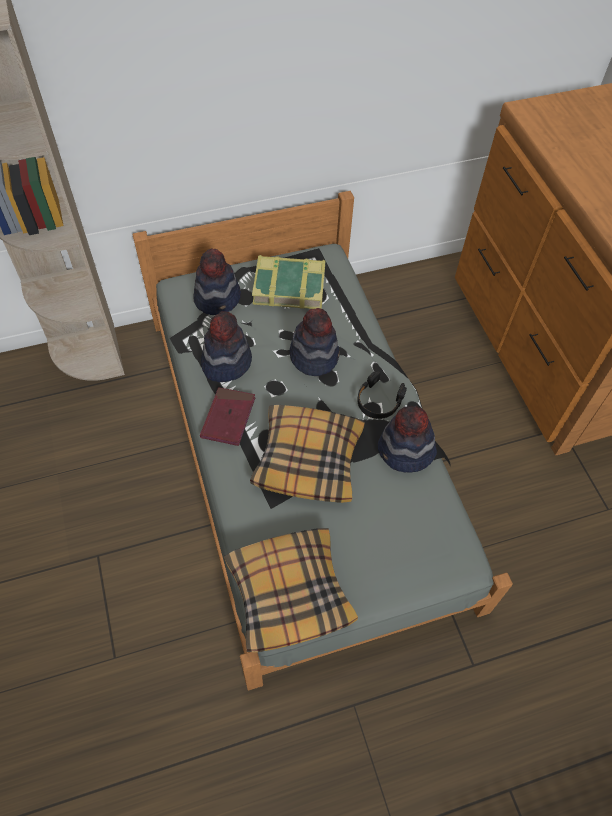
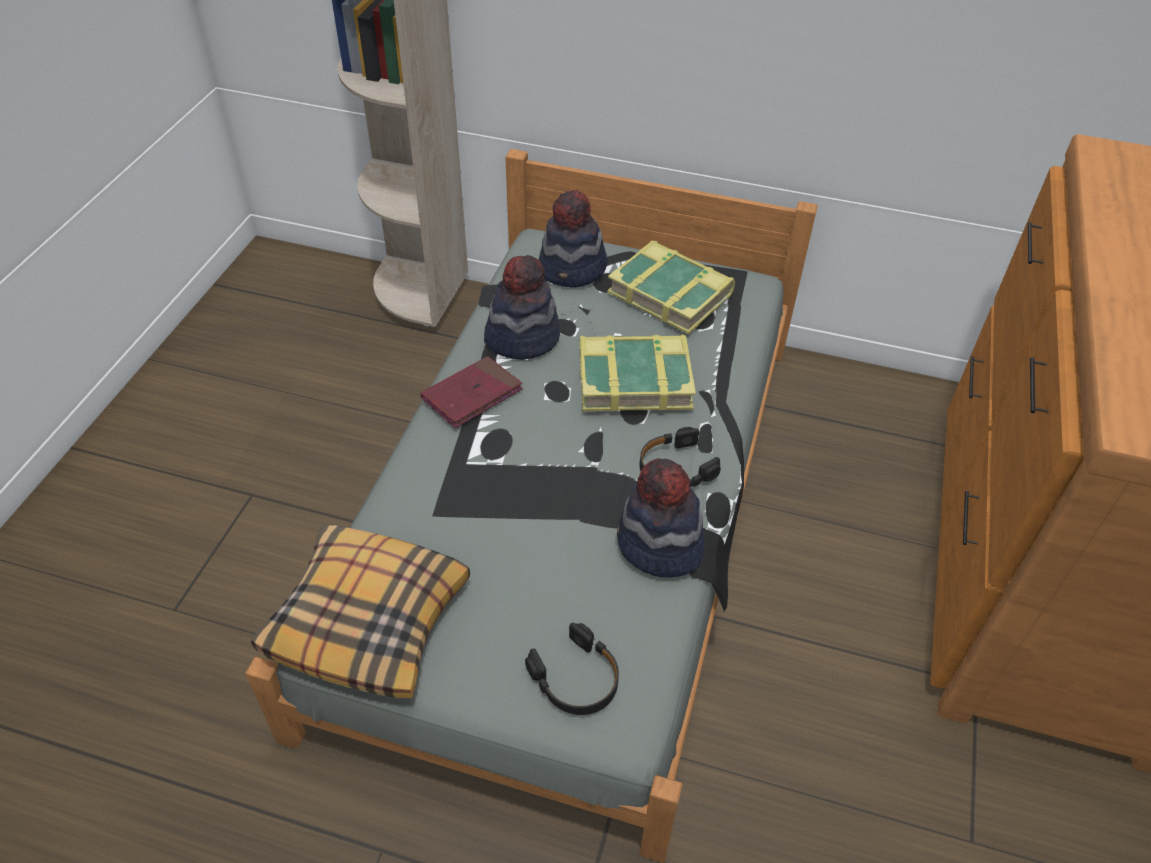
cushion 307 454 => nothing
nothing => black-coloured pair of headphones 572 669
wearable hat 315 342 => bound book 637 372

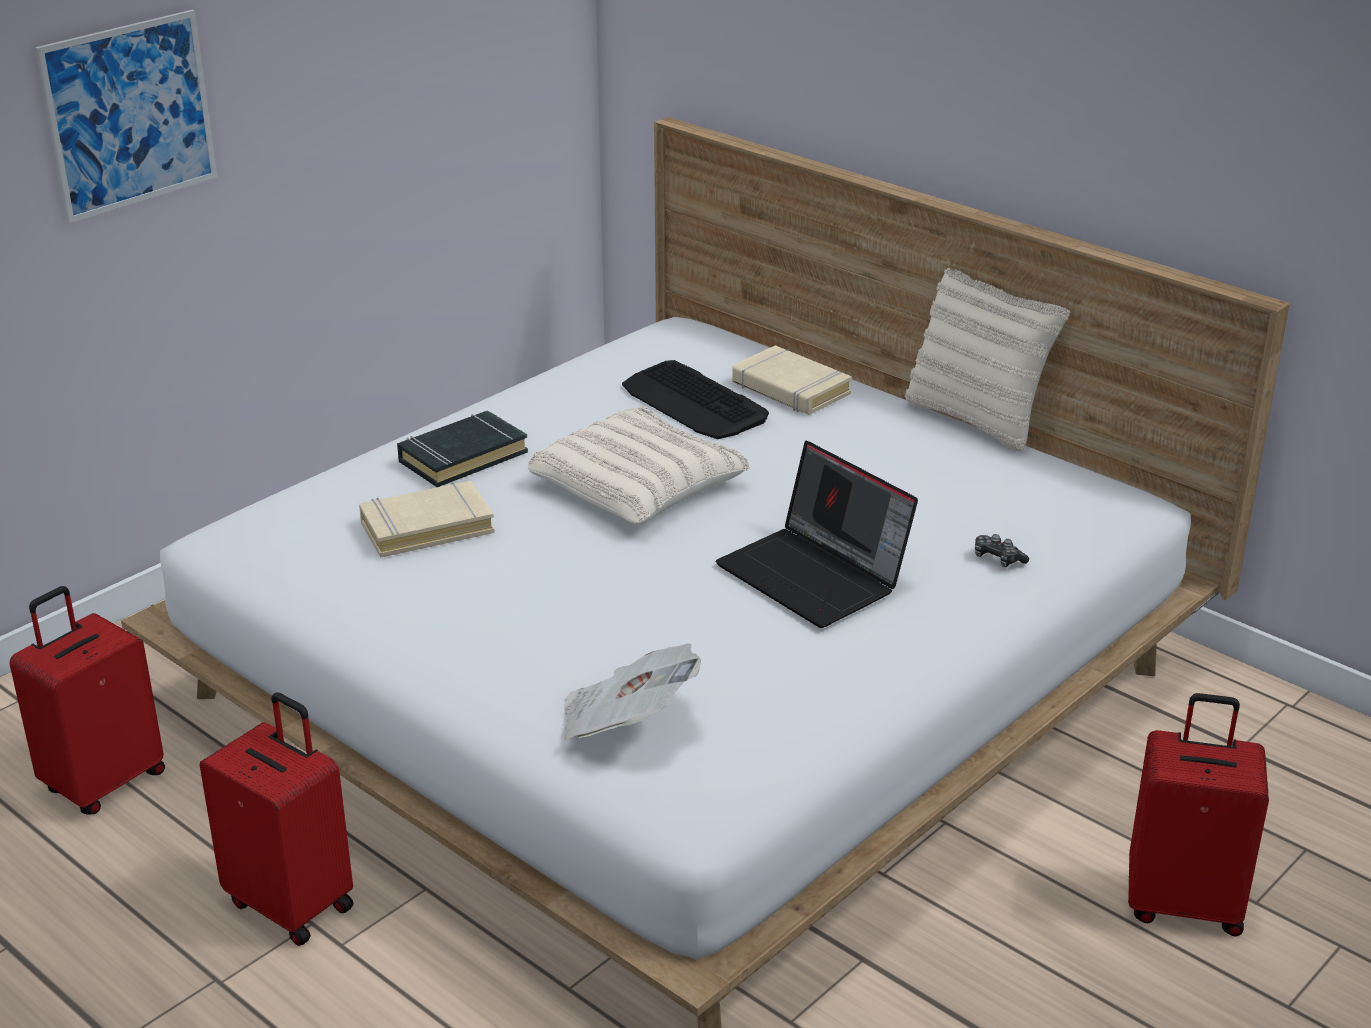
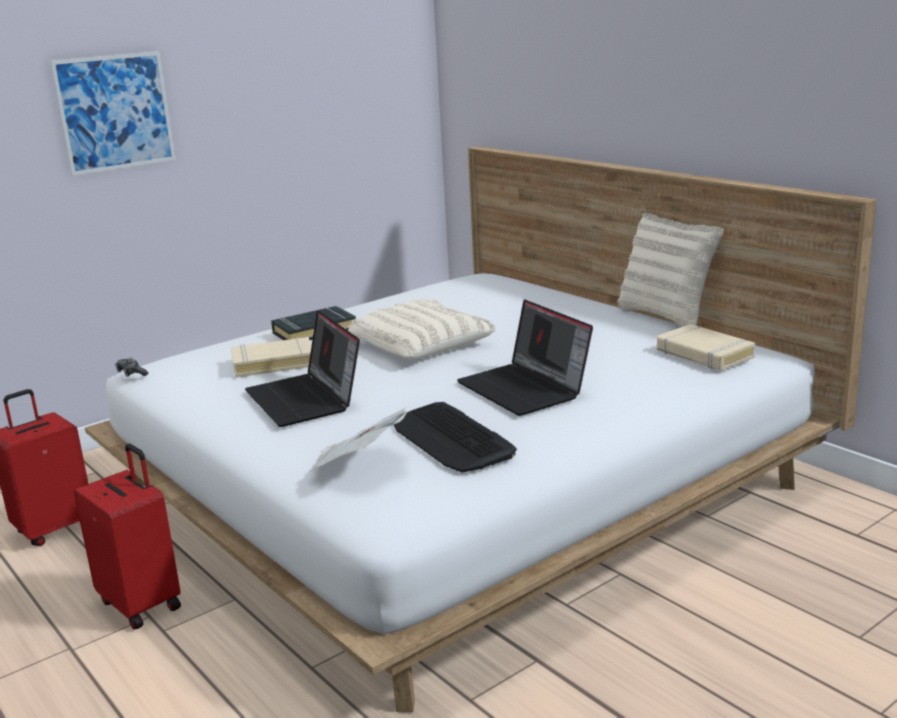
red suitcase 1198 814 => nothing
nothing => notebook computer 302 368
computer keyboard 695 399 => computer keyboard 455 437, moved
beige bound book 792 380 => beige bound book 706 347, moved
gamepad 1002 550 => gamepad 132 367, moved

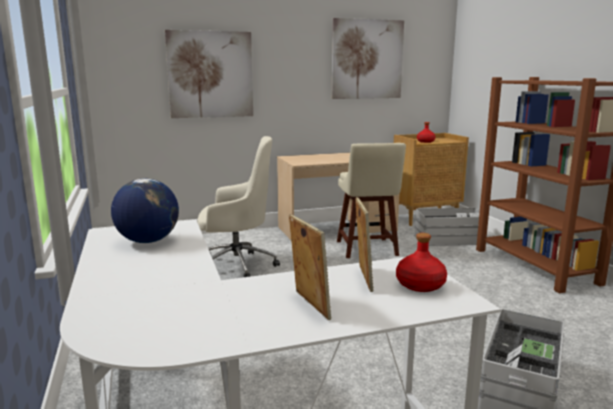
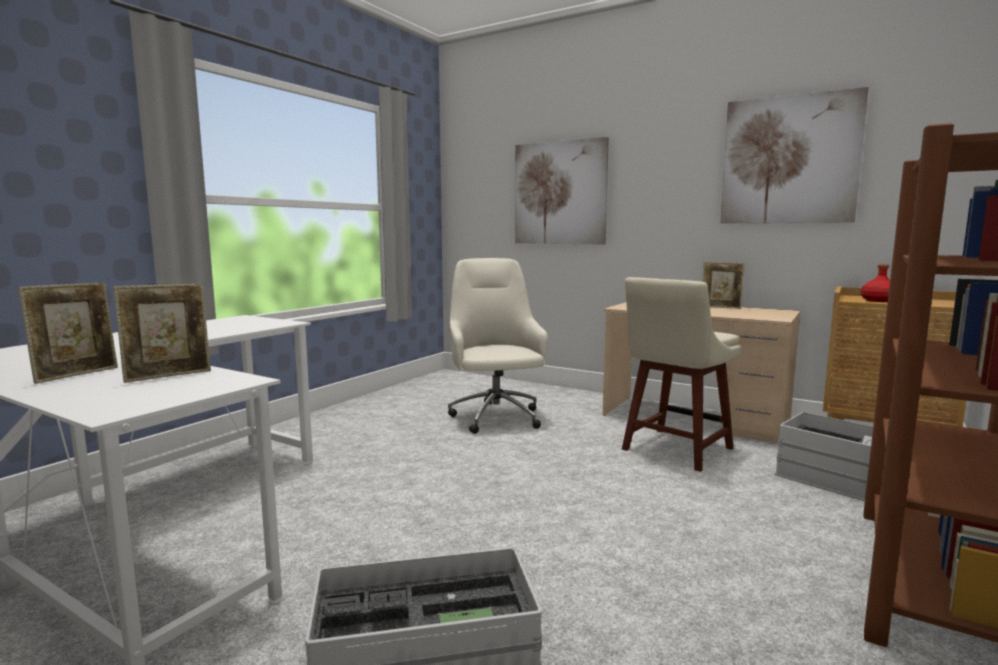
globe 145 211 => nothing
red drink bottle 421 262 => nothing
nothing => picture frame 723 285
beige desk chair 238 206 => beige desk chair 498 346, 150 degrees counterclockwise

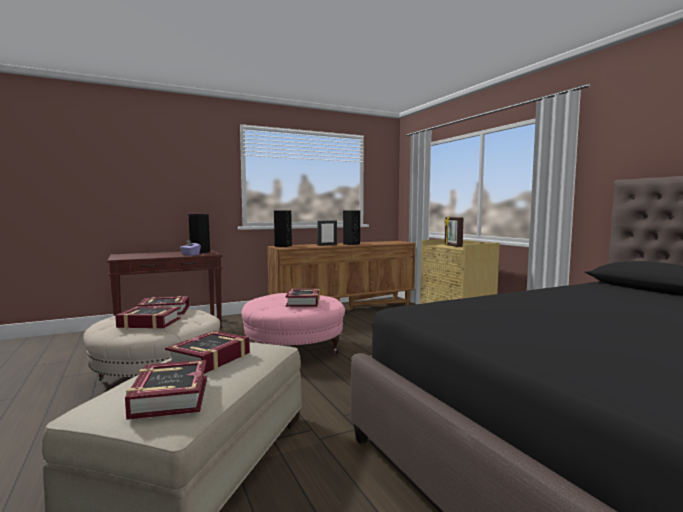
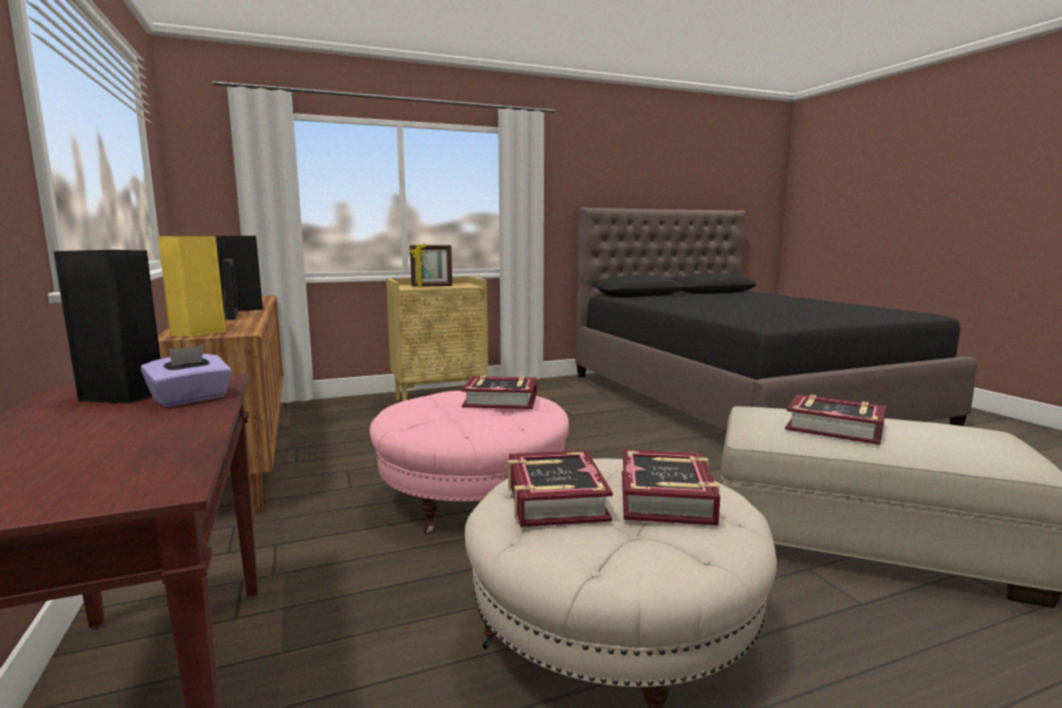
bound book 166 390 => nothing
black-coloured loudspeaker 283 229 => yellow loudspeaker 192 286

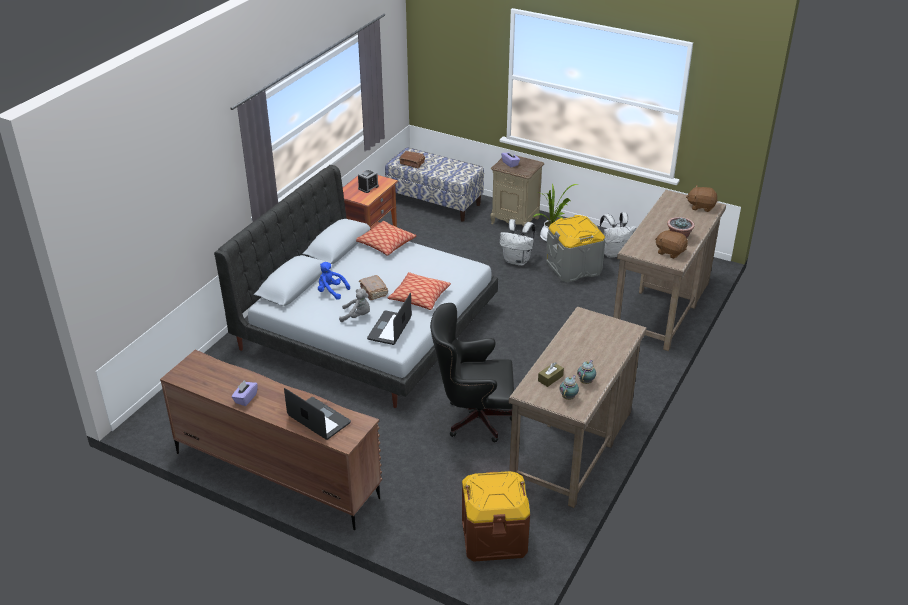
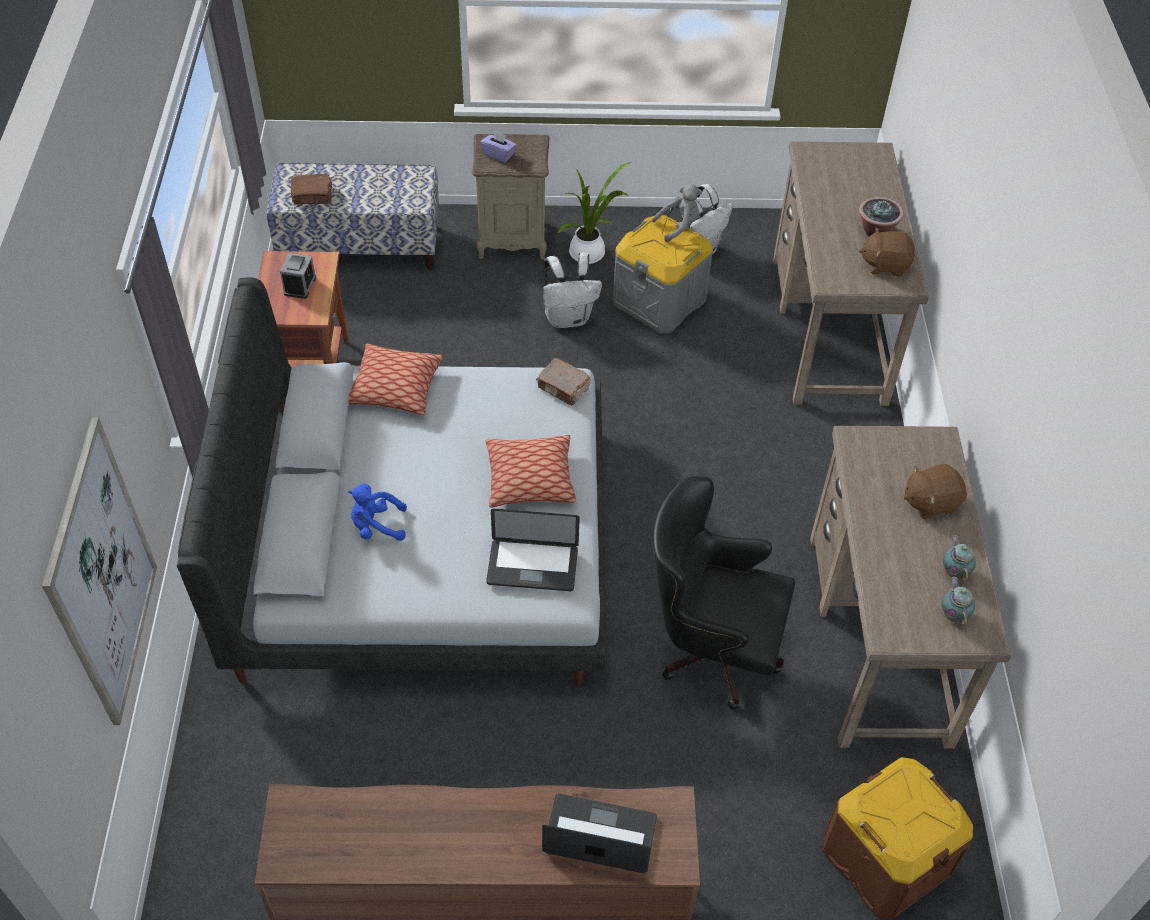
purple-coloured box of tissues 244 393 => nothing
brown-coloured box of tissues 551 374 => nothing
nothing => picture 99 571
gray plush toy 354 305 => gray plush toy 677 213, moved
brown-coloured bound book 373 287 => brown-coloured bound book 563 382, moved
brown-coloured plush toy 702 198 => brown-coloured plush toy 935 492, moved
notebook computer 389 319 => notebook computer 533 550, 75 degrees counterclockwise
black-coloured desk chair 472 372 => black-coloured desk chair 724 593, 45 degrees clockwise

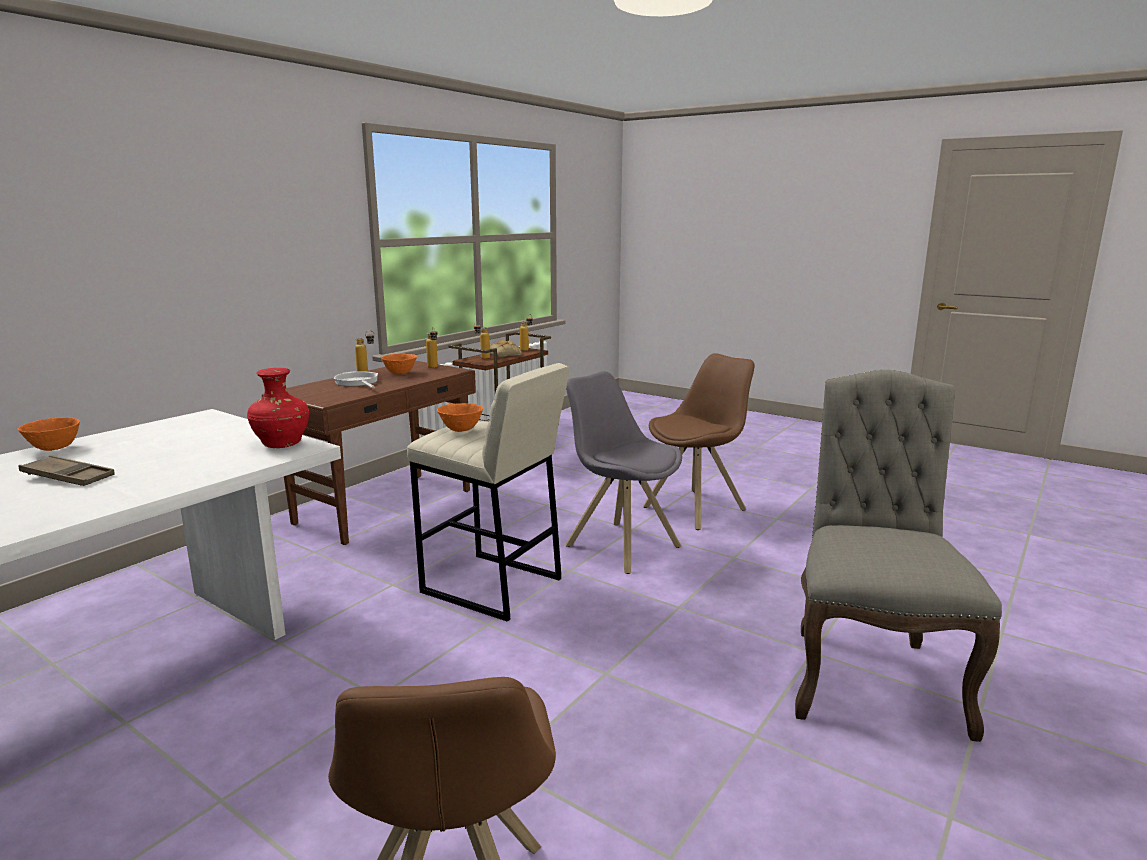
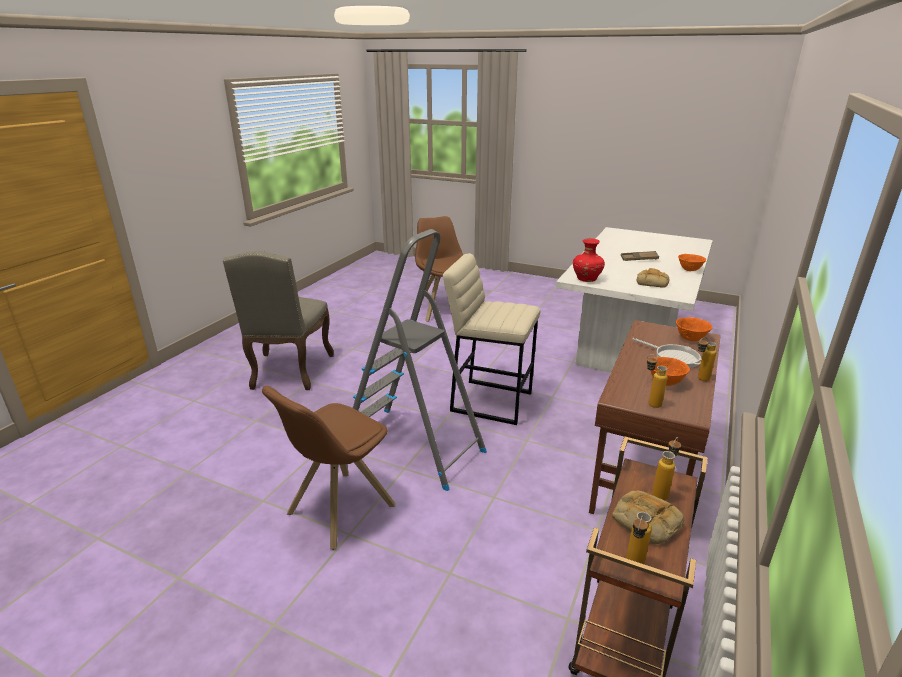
nothing => baked bread 653 278
orangey serving bowl 460 417 => orangey serving bowl 694 329, moved
gray chair 624 472 => gray step stool 420 360

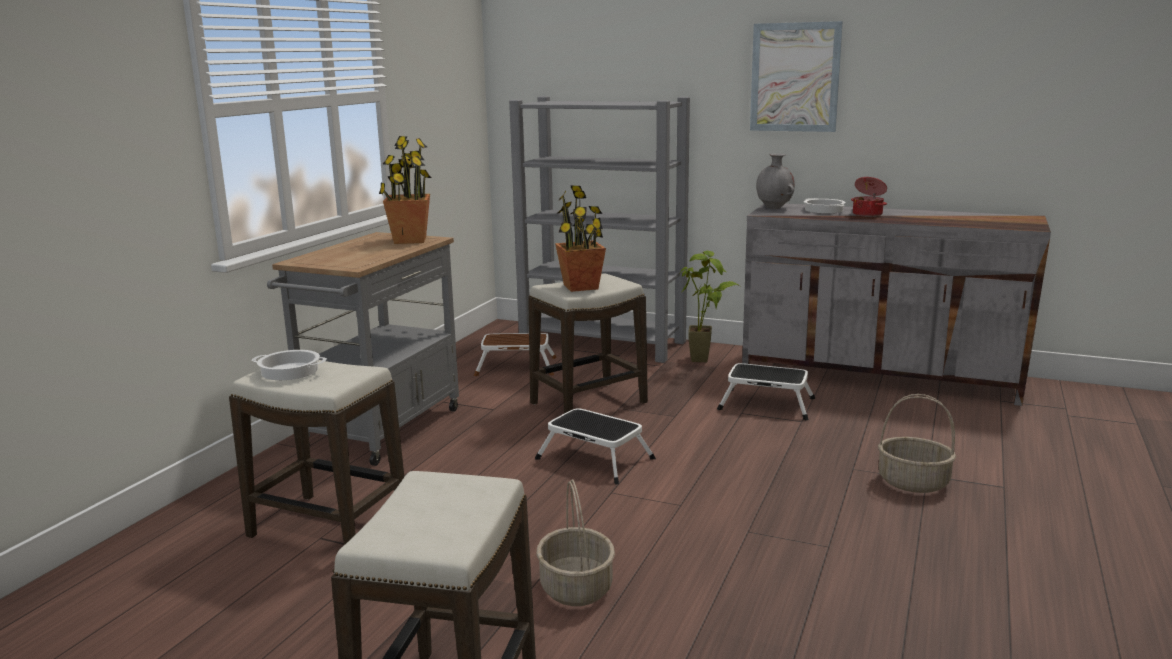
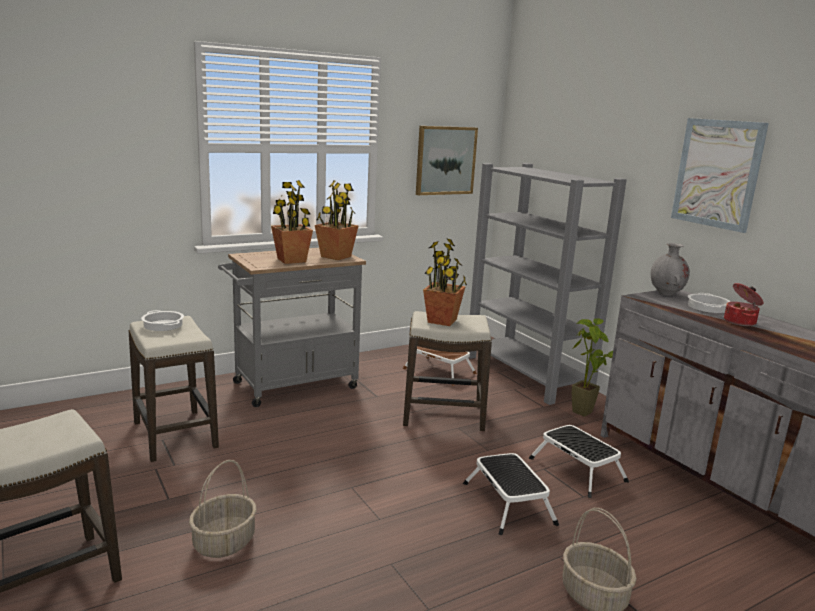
nothing => houseplant 292 222
nothing => picture 447 160
black-coloured step stool 595 446 => black-coloured step stool 511 494, moved

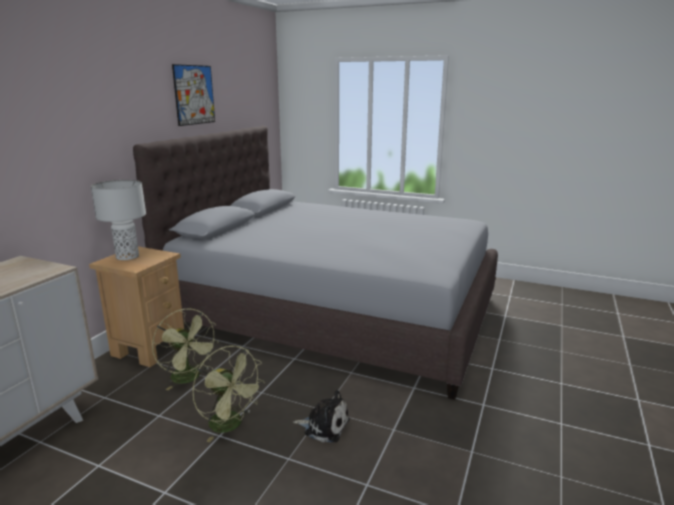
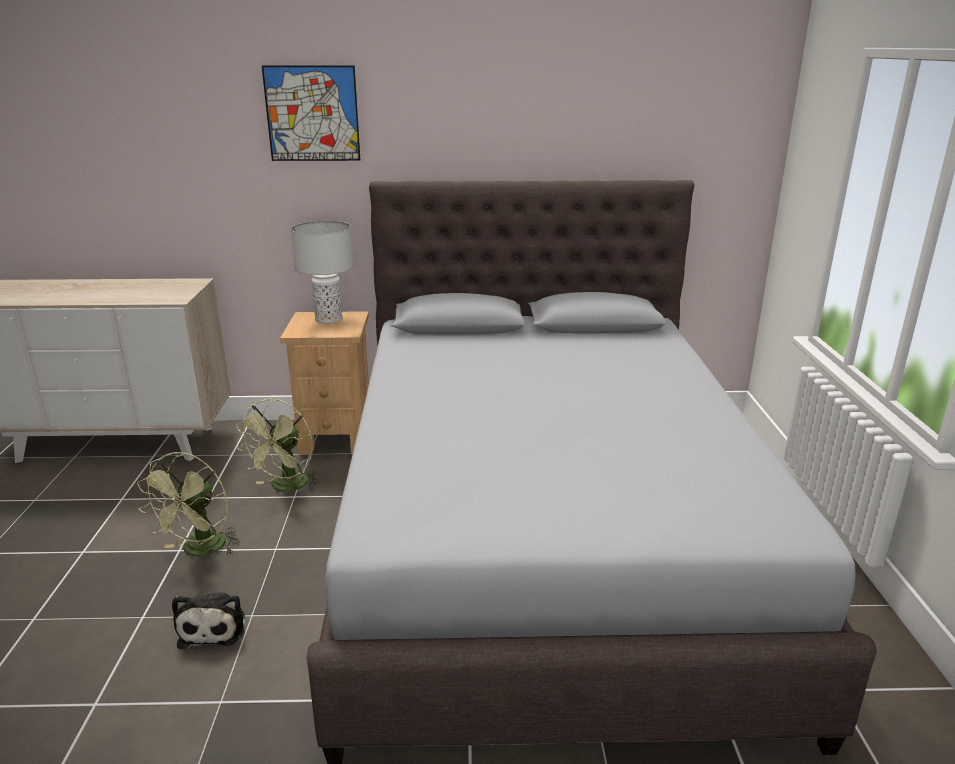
picture 193 95 => picture 311 113, moved

